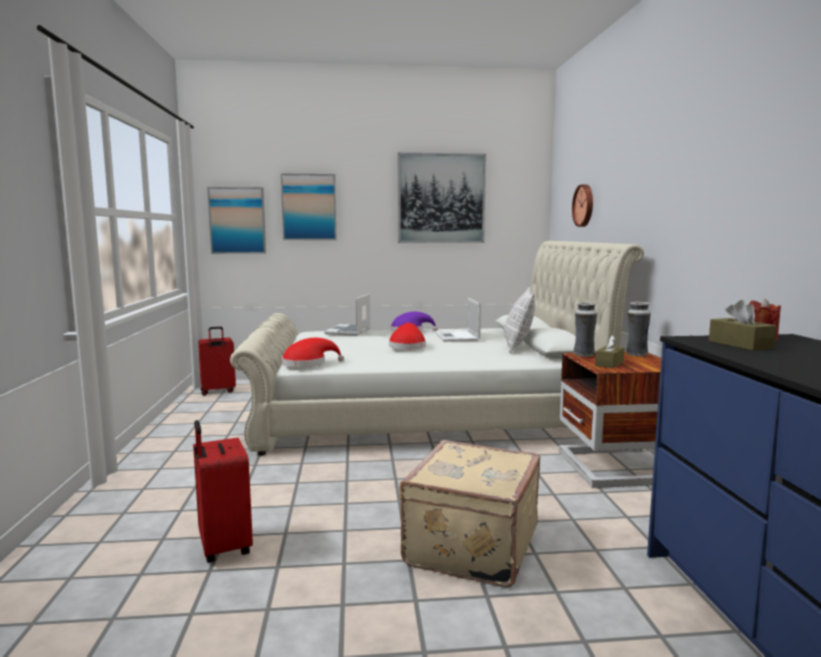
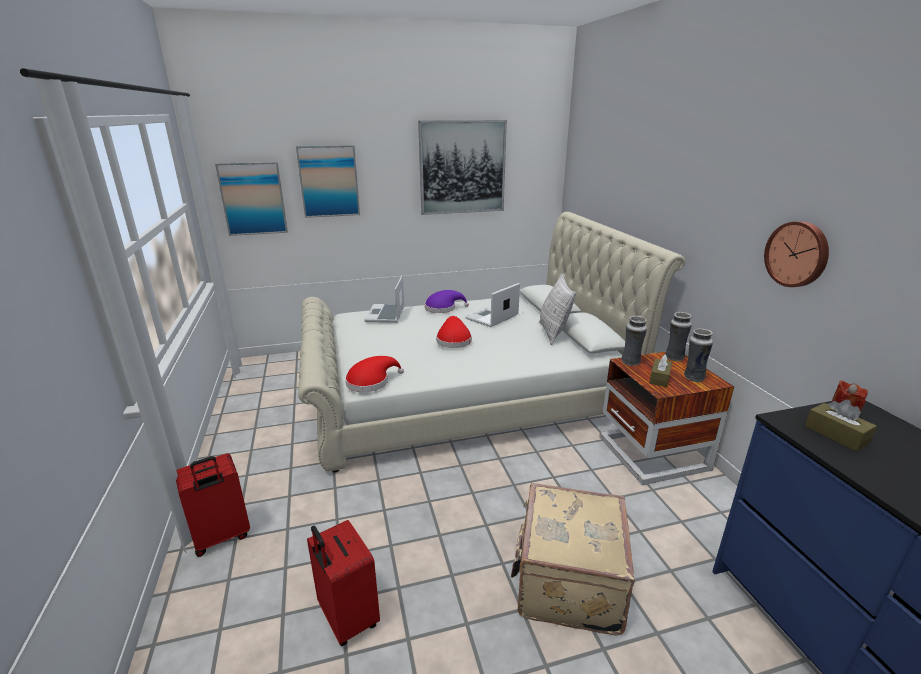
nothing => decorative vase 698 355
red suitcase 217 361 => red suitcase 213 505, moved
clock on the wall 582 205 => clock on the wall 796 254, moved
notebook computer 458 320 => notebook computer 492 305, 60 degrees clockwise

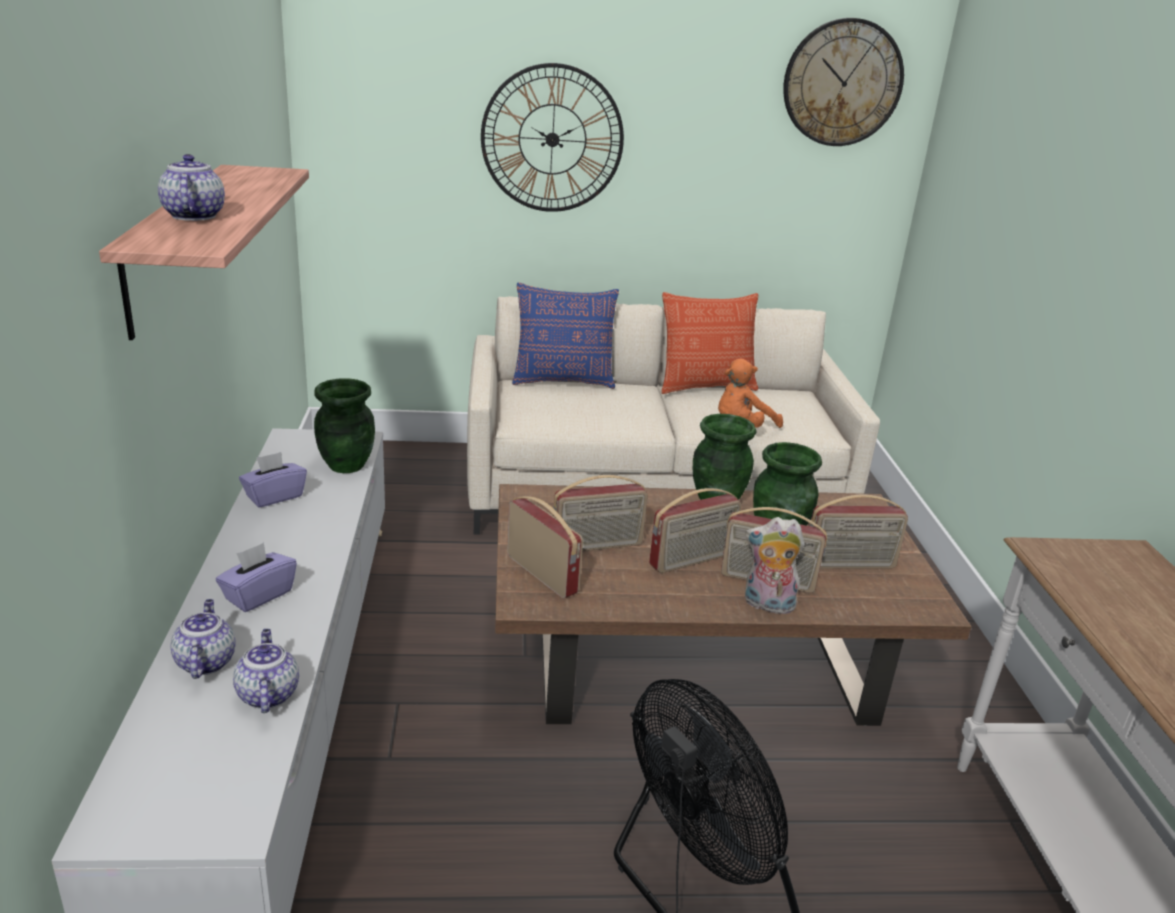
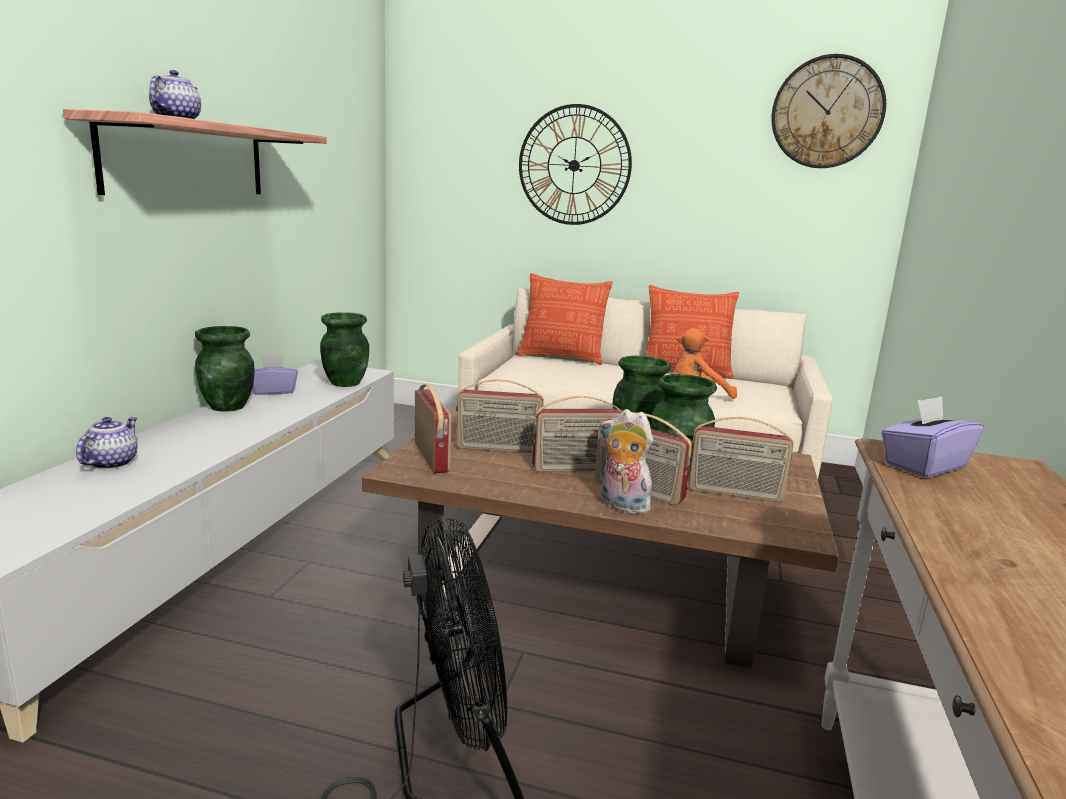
tea pot 266 671 => nothing
nothing => green-coloured decorative vase 225 369
purple-coloured box of tissues 256 577 => purple-coloured box of tissues 933 437, moved
blue cushion 565 335 => orangey cushion 565 319

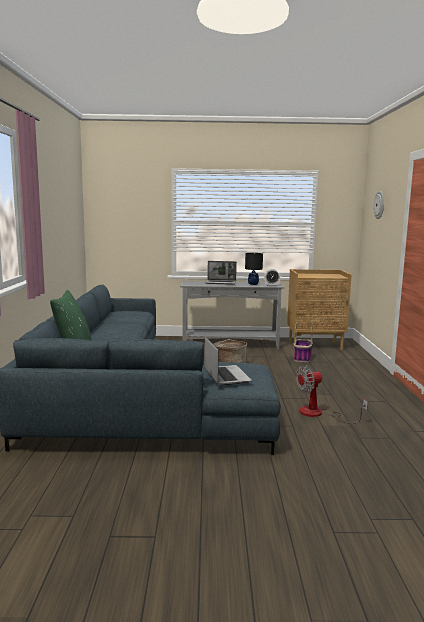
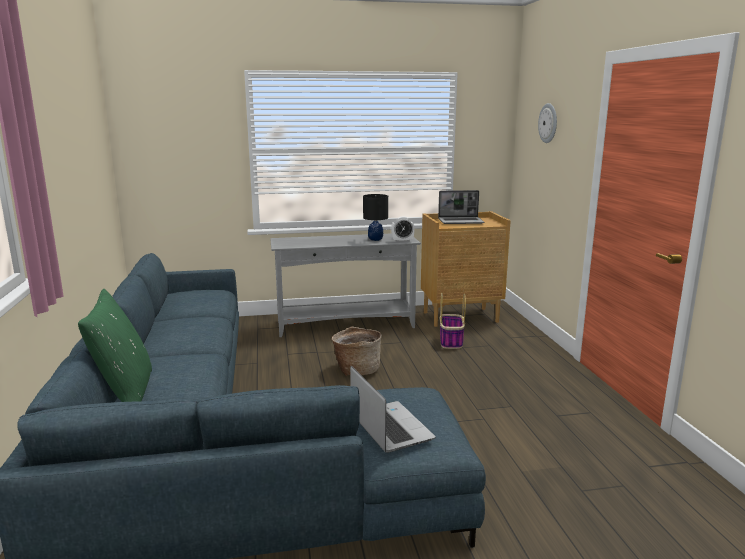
fan 332 394 => nothing
notebook computer 221 273 => notebook computer 461 207, moved

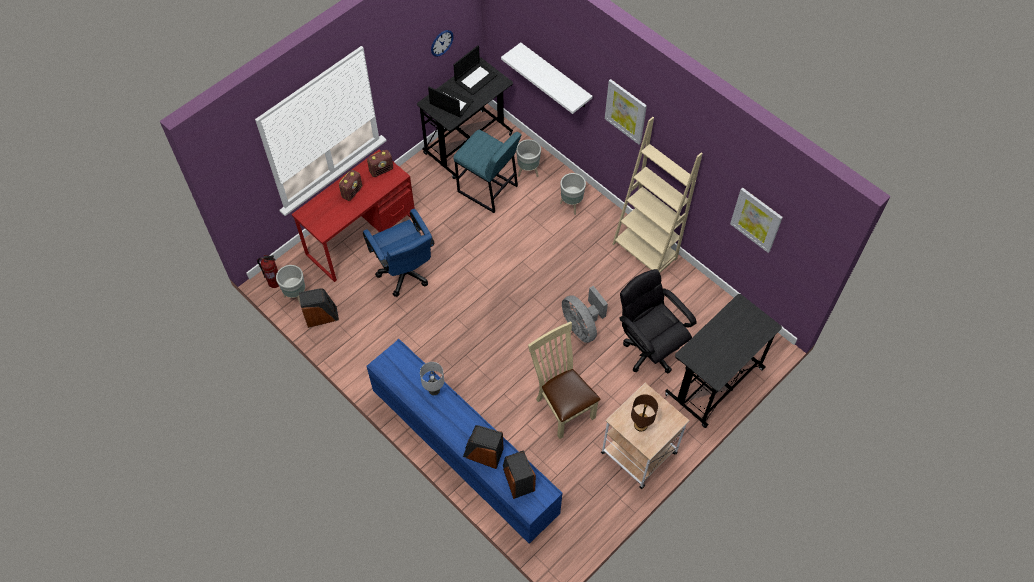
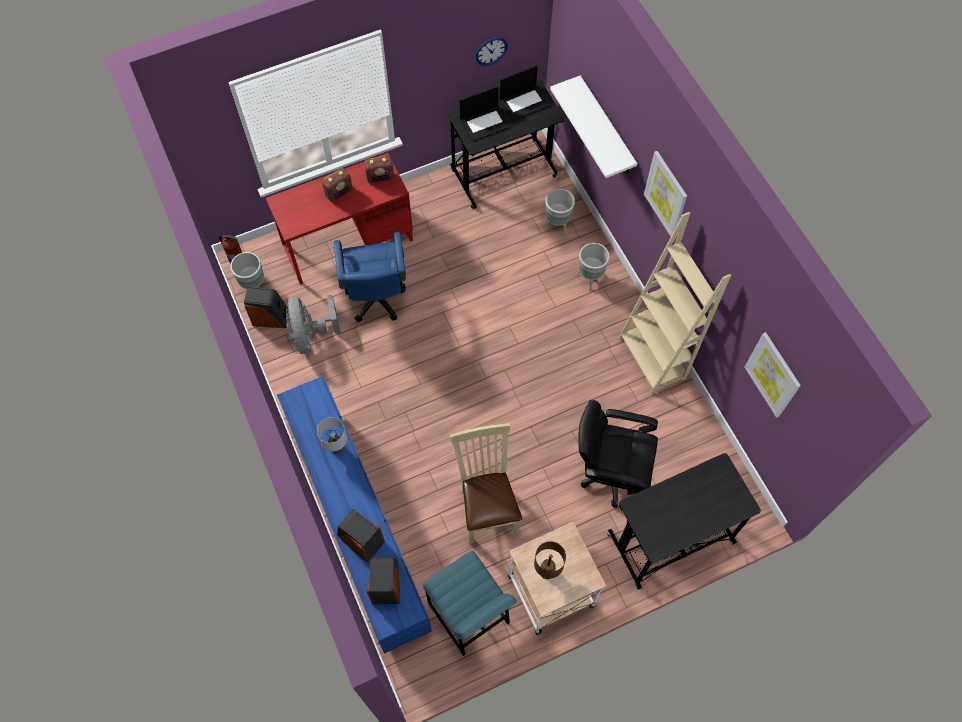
blue stool 487 171 => blue stool 470 603, moved
gray fan 585 314 => gray fan 313 324, moved
notebook computer 451 102 => notebook computer 485 114, 105 degrees clockwise
black-coloured desk chair 658 321 => black-coloured desk chair 618 454, 60 degrees counterclockwise

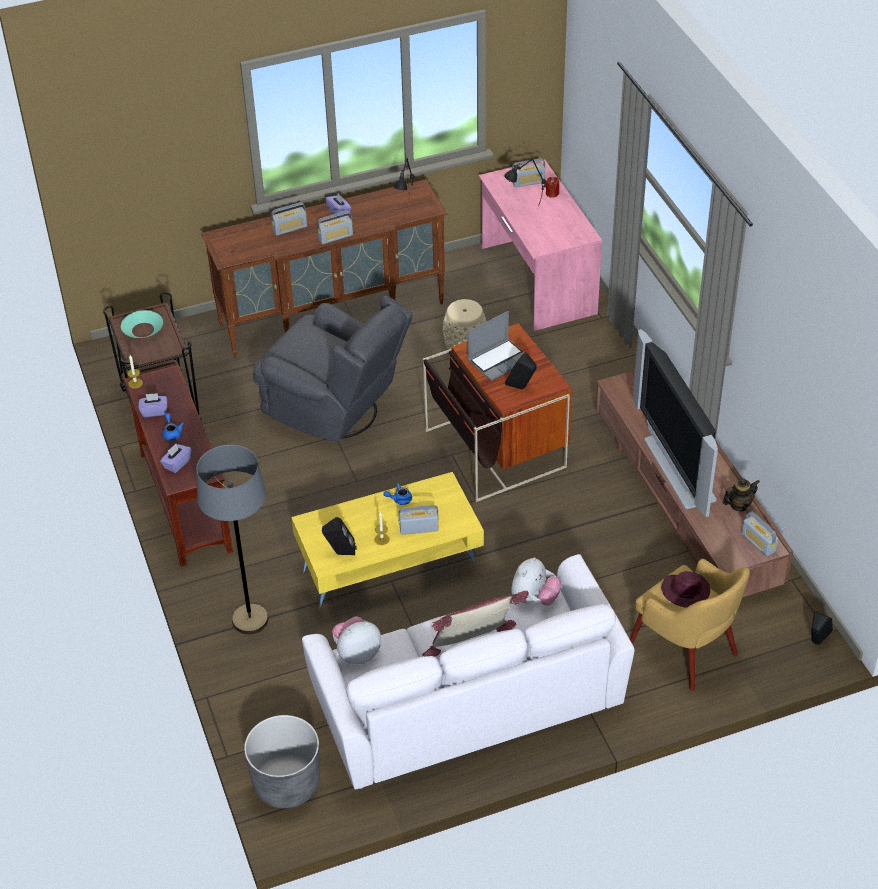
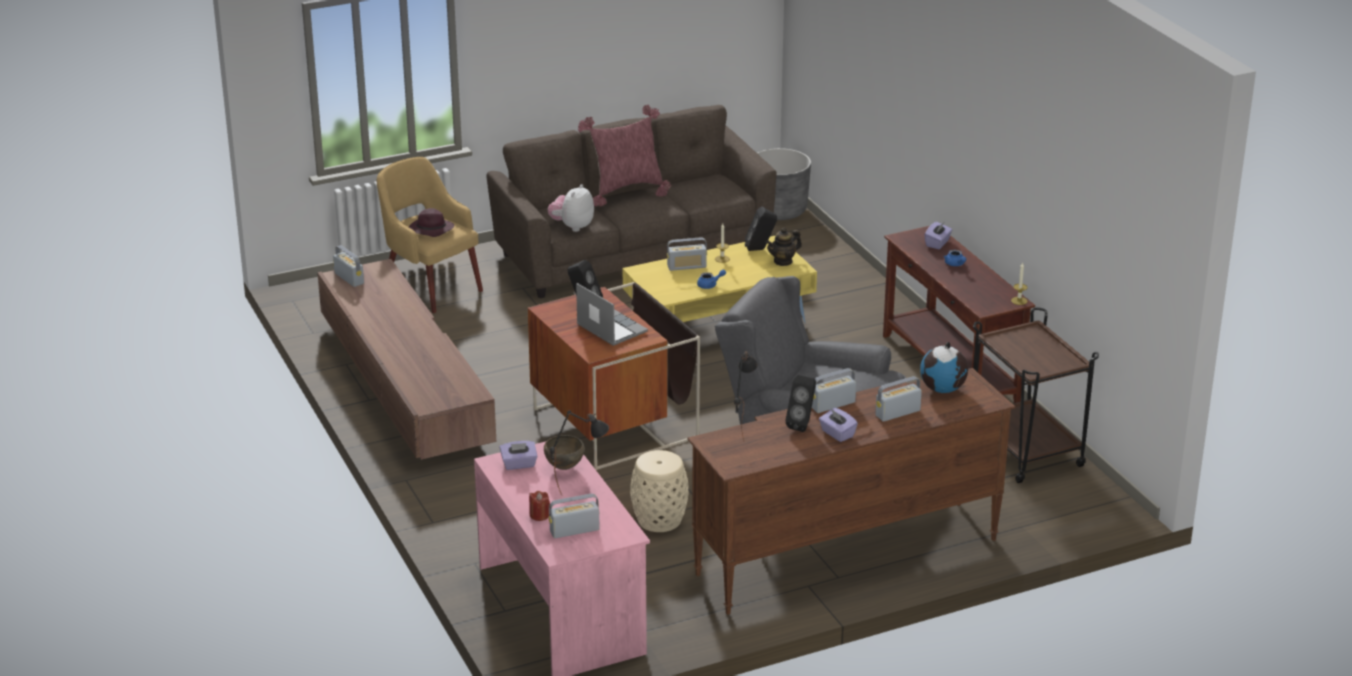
turquoise-coloured serving bowl 142 324 => nothing
gray floor lamp 232 539 => nothing
plush toy 356 640 => nothing
TV set 675 423 => nothing
nothing => brown-coloured serving bowl 564 452
nothing => globe 944 367
purple-coloured box of tissues 153 405 => purple-coloured box of tissues 519 455, moved
tea pot 741 494 => tea pot 784 247, moved
black-coloured loudspeaker 822 628 => black-coloured loudspeaker 800 403, moved
white settee 468 672 => brown-coloured settee 631 201
notebook computer 496 346 => notebook computer 612 314, 90 degrees clockwise

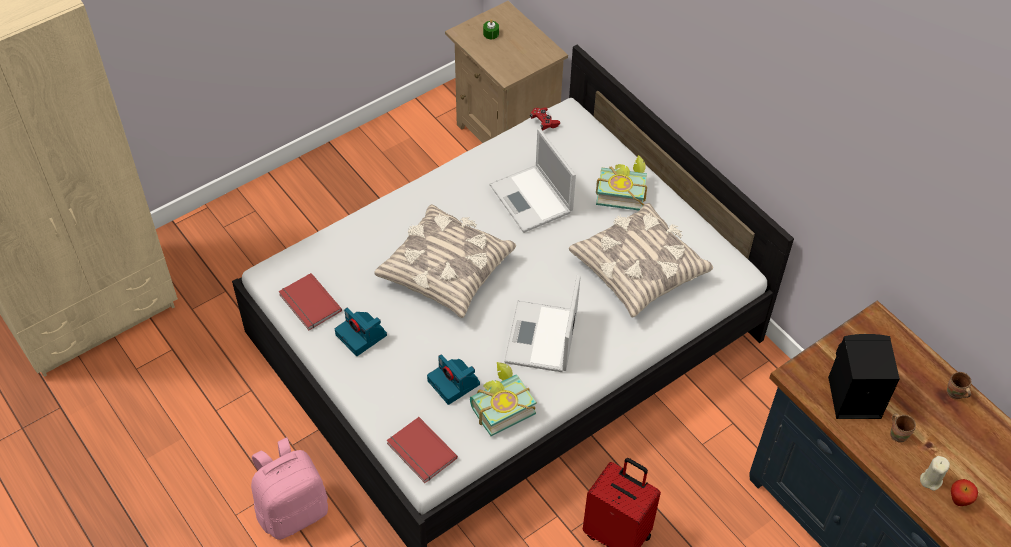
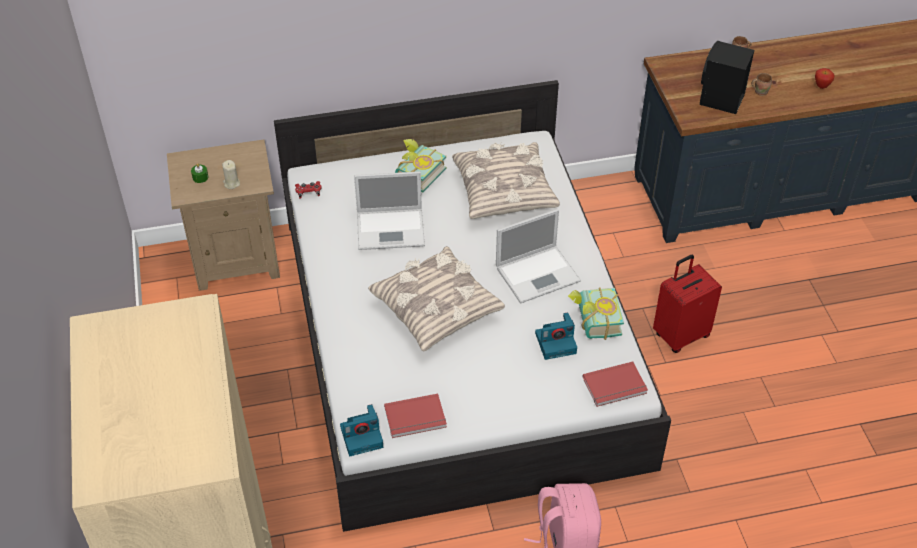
photo camera 361 332 => photo camera 361 430, moved
beige wax light 935 473 => beige wax light 231 174, moved
notebook computer 542 323 => notebook computer 538 256, 60 degrees counterclockwise

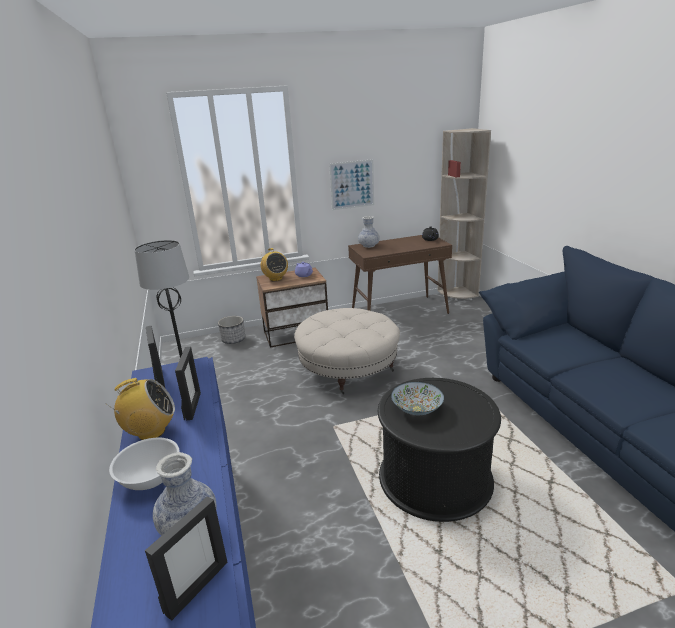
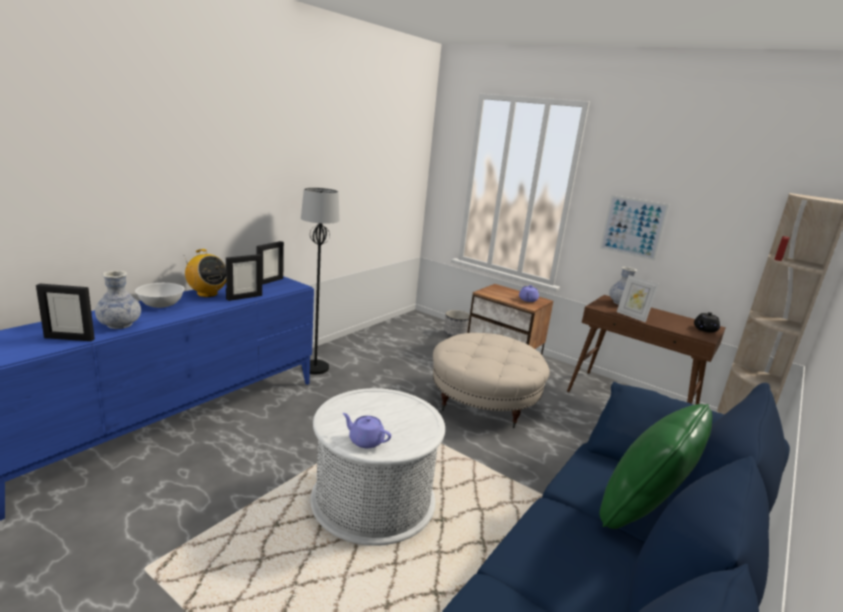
radio 274 264 => nothing
serving bowl 417 398 => nothing
nothing => purple-coloured tea pot 366 430
nothing => green-coloured cushion 655 466
nothing => picture frame 638 299
black-coloured lounge table 439 450 => white lounge table 377 467

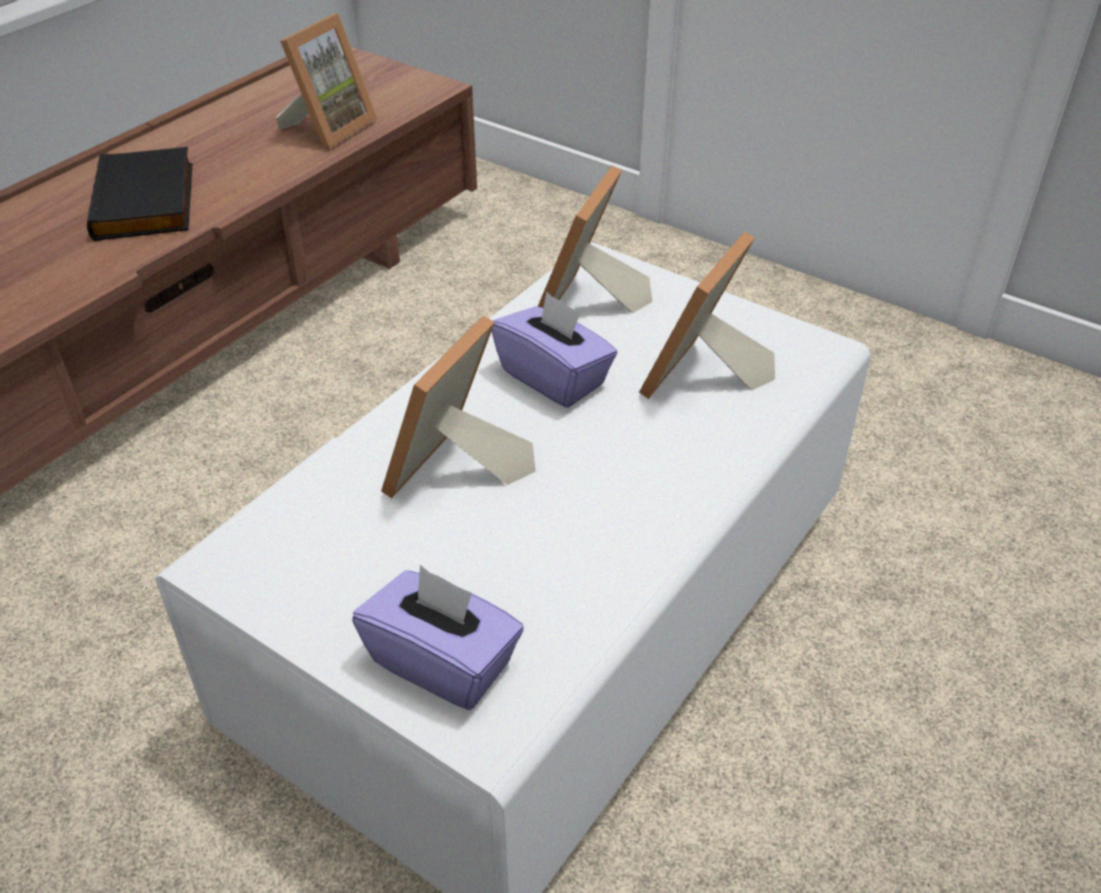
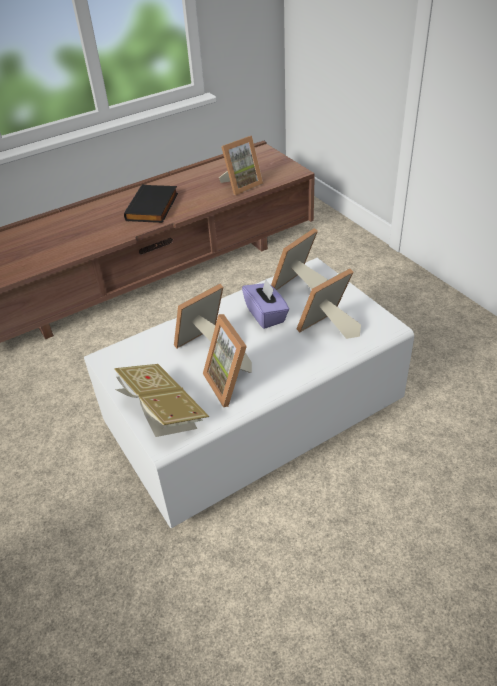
nothing => picture frame 227 360
purple-coloured box of tissues 438 637 => bound book 161 400

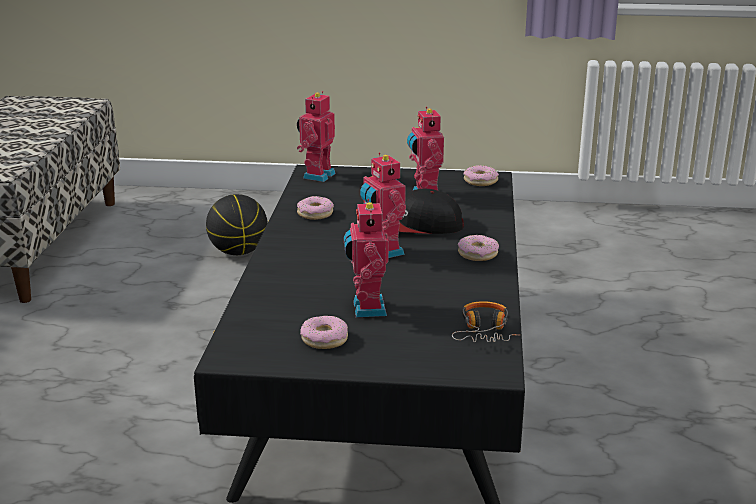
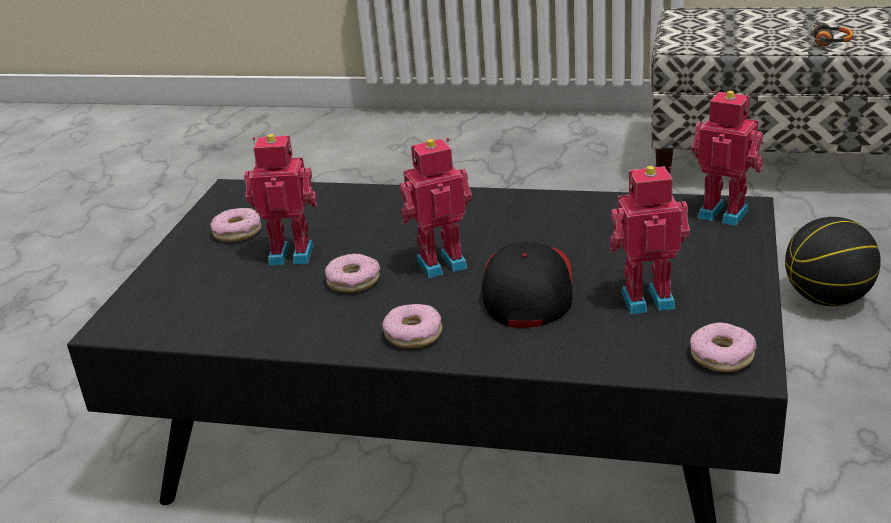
ring doughnut 315 208 => ring doughnut 352 273, moved
pair of headphones 486 321 => pair of headphones 818 34, moved

